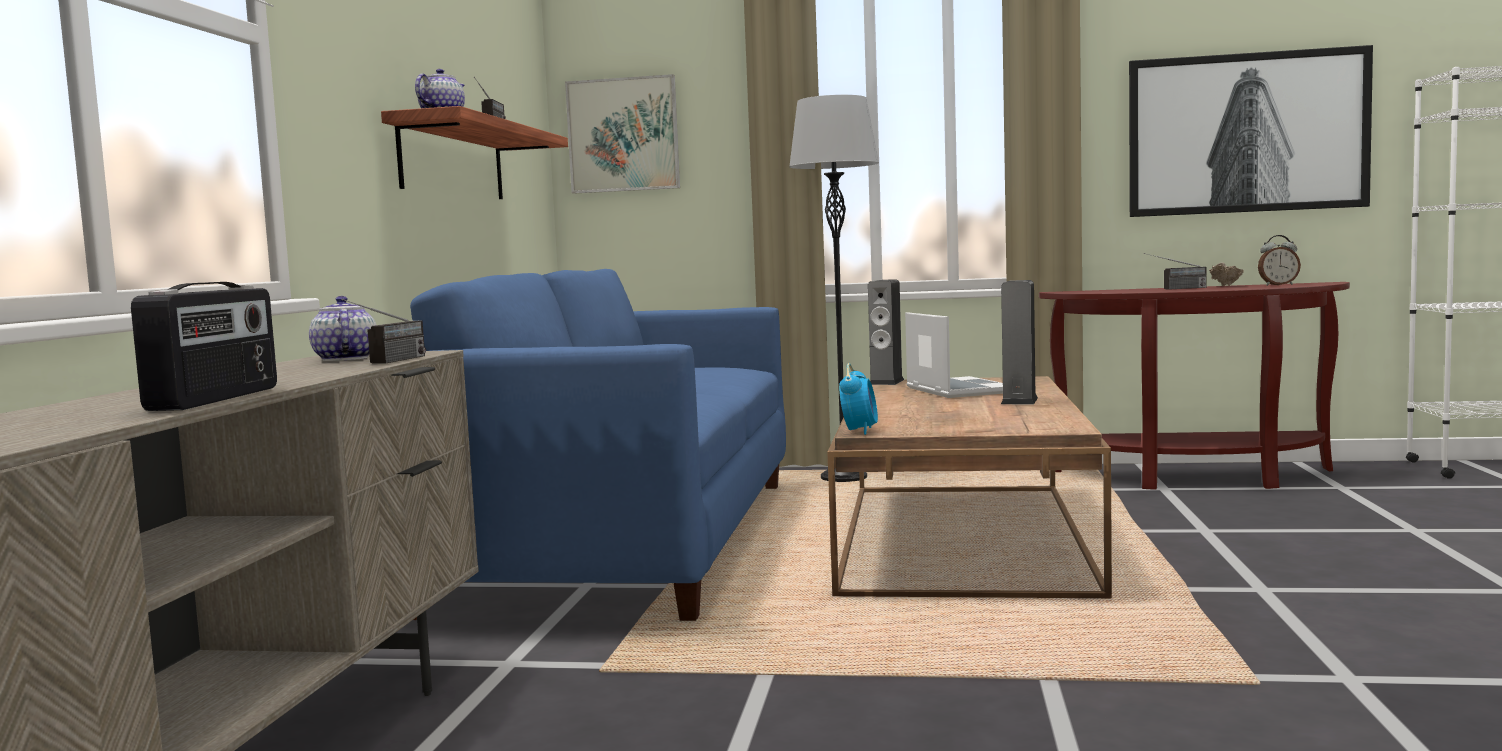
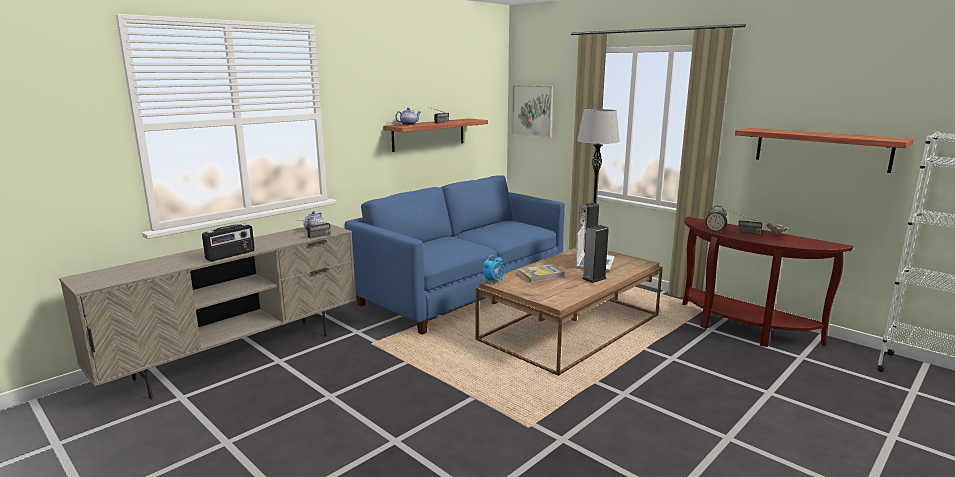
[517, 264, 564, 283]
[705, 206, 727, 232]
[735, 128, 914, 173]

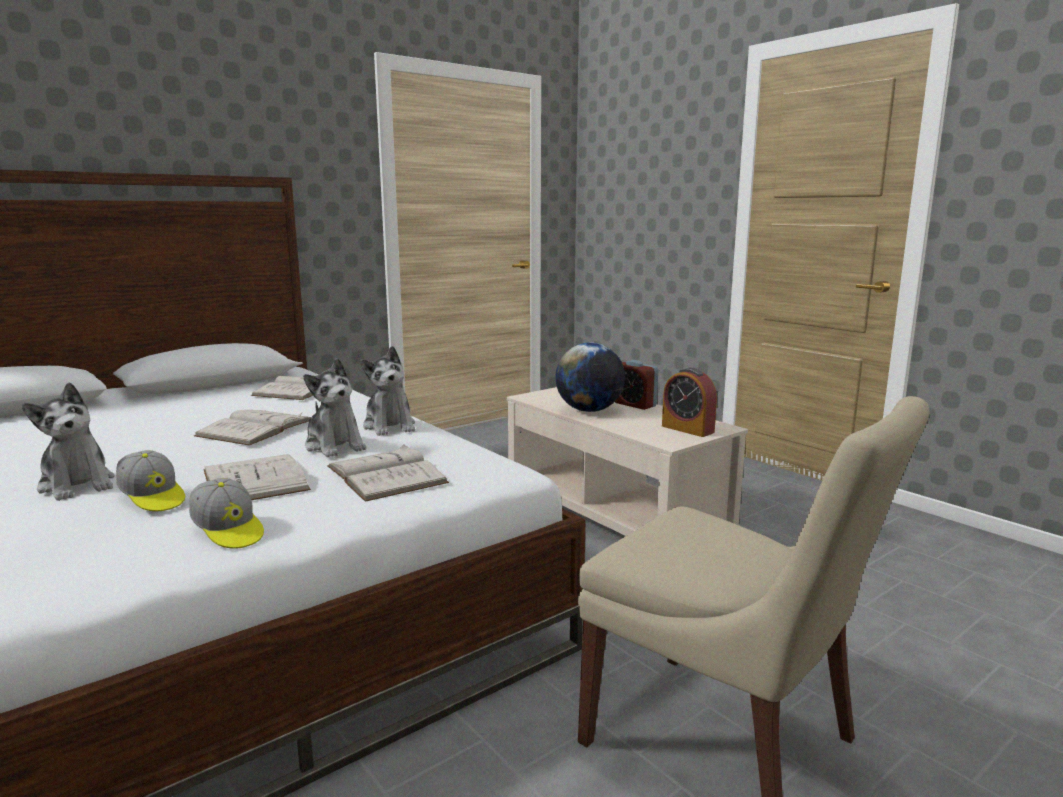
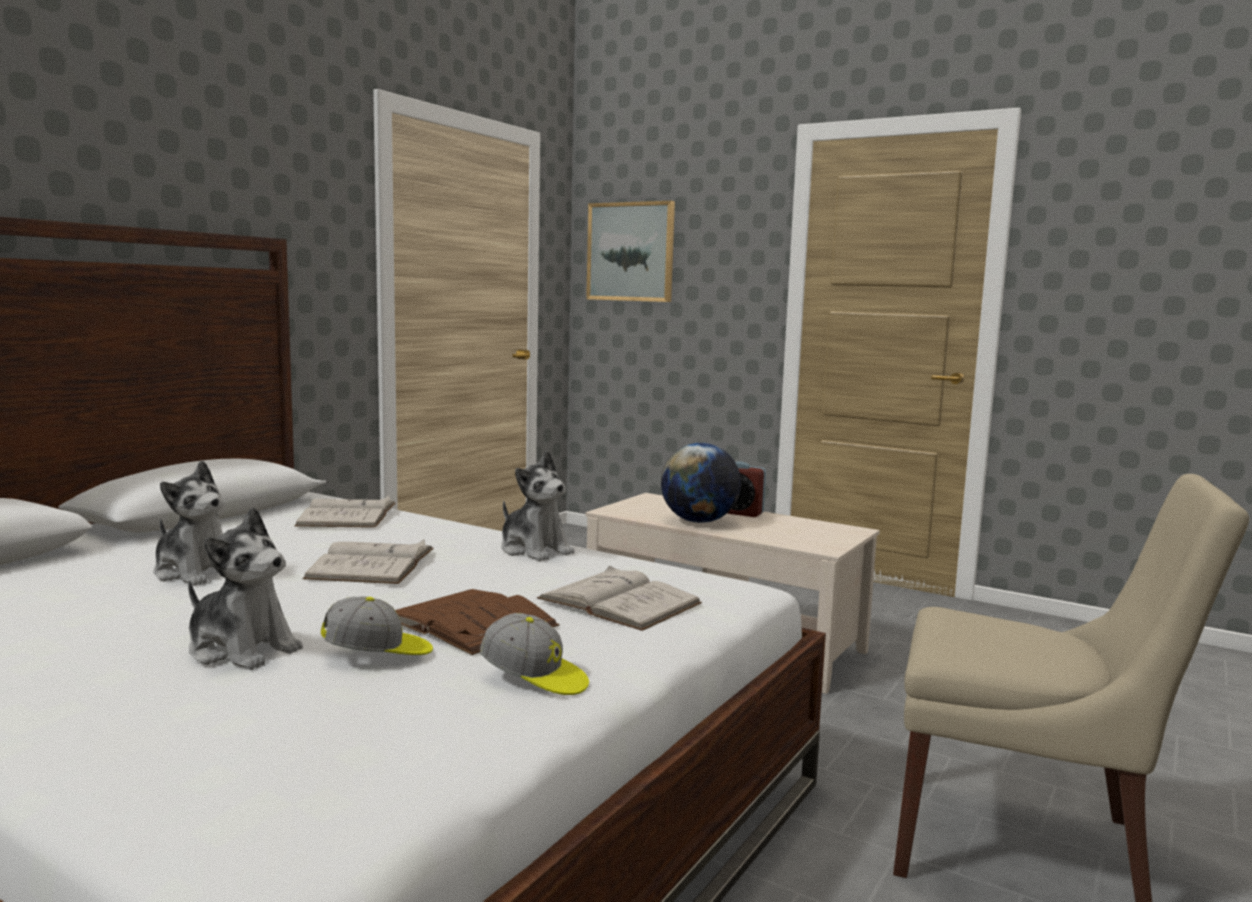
[153, 461, 224, 586]
[321, 596, 433, 655]
[395, 589, 559, 655]
[586, 201, 675, 302]
[662, 368, 717, 437] (first image)

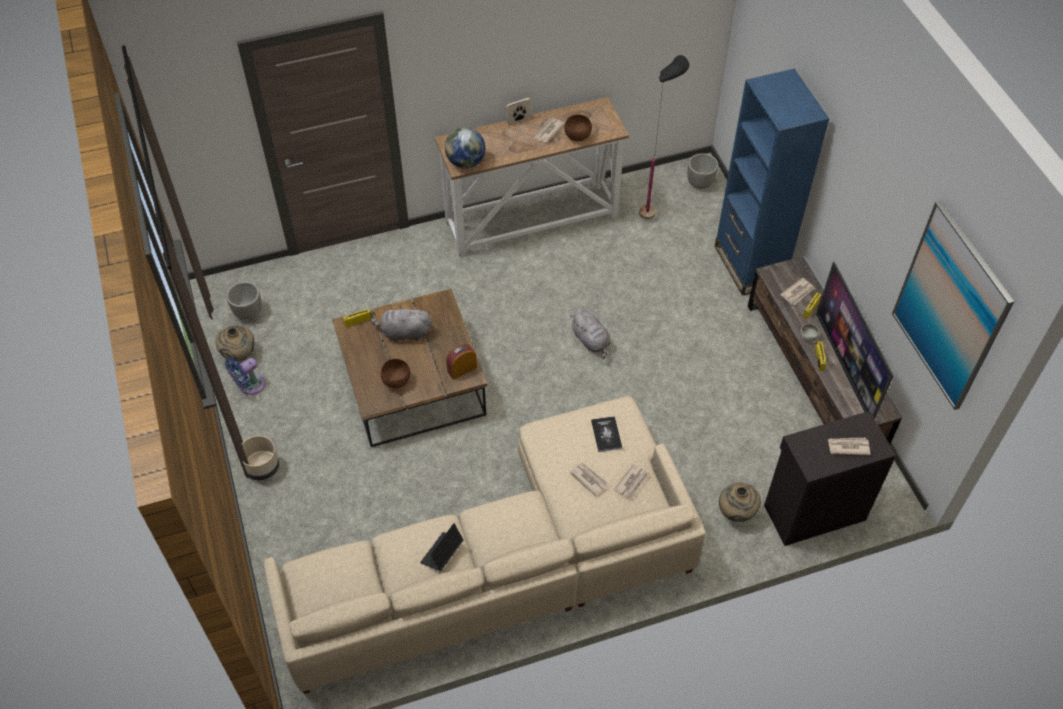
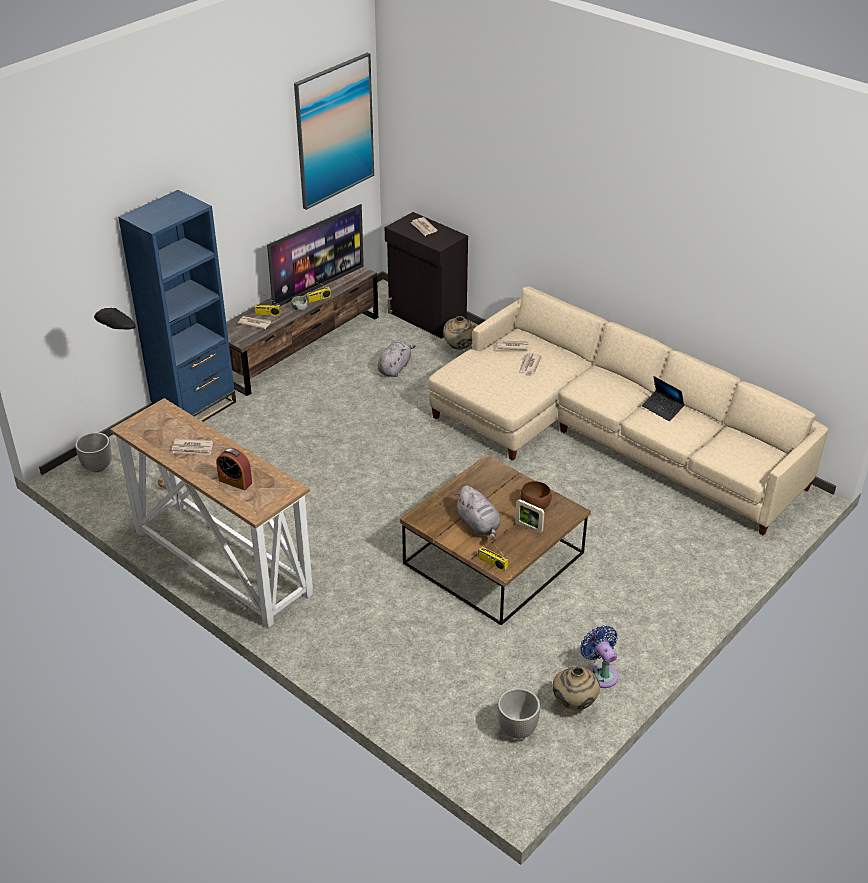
[216, 448, 252, 490]
[378, 341, 416, 377]
[515, 499, 544, 534]
[580, 626, 618, 688]
[642, 376, 684, 421]
[242, 436, 279, 480] (first image)
[445, 127, 485, 169] (first image)
[564, 115, 592, 141] (first image)
[591, 416, 622, 452] (first image)

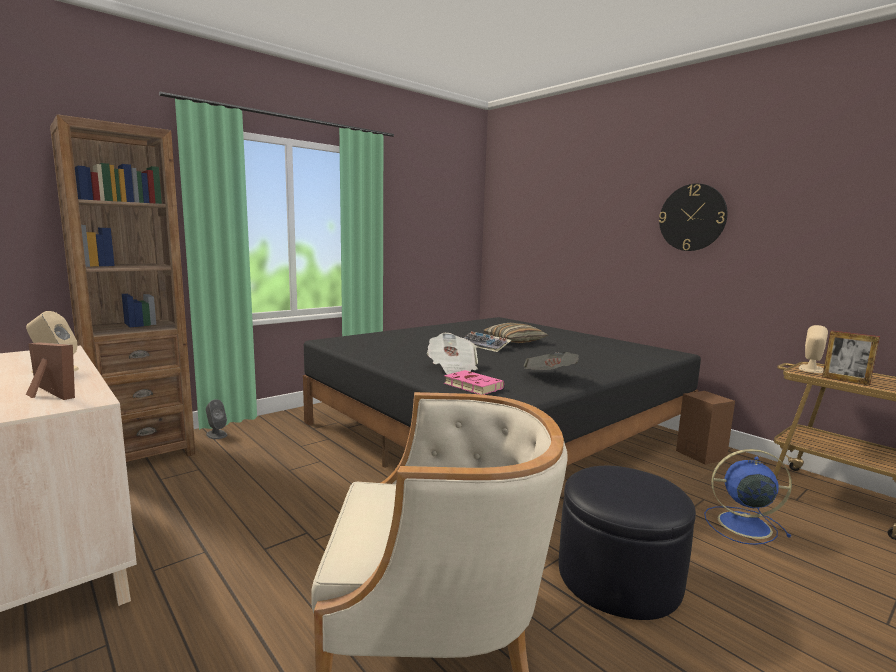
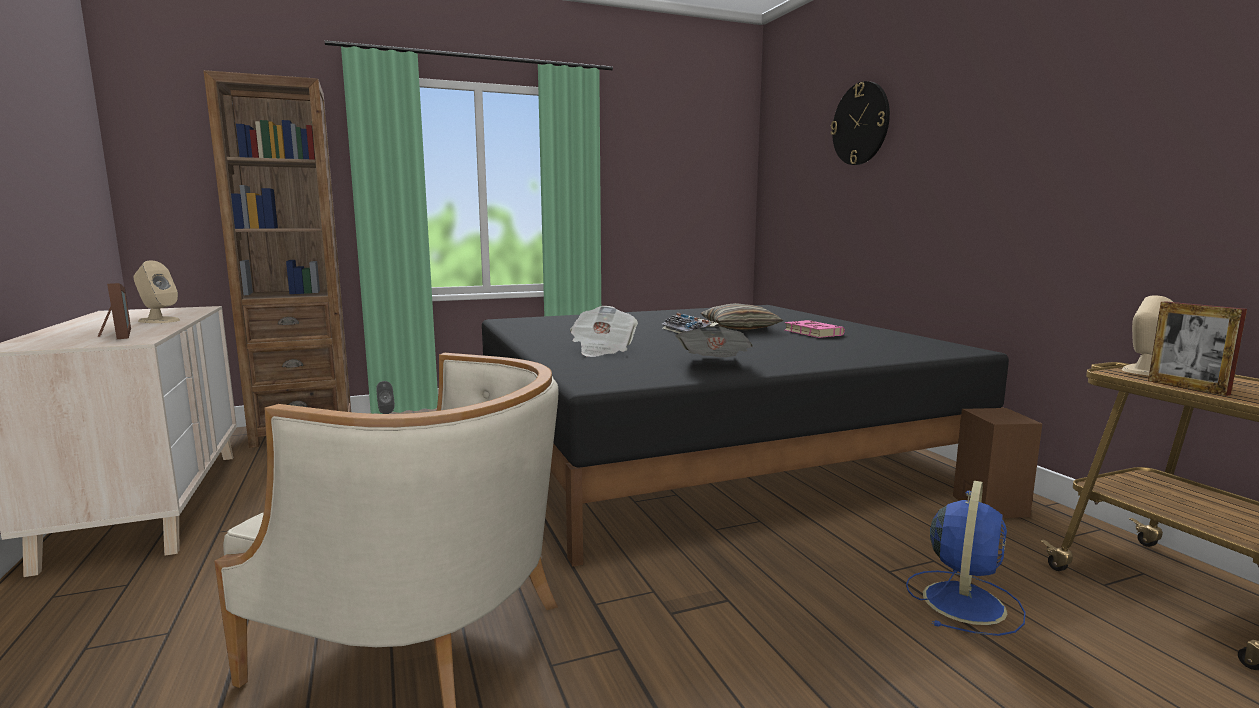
[785, 320, 845, 338]
[831, 81, 890, 165]
[906, 481, 1026, 636]
[559, 466, 696, 620] (first image)

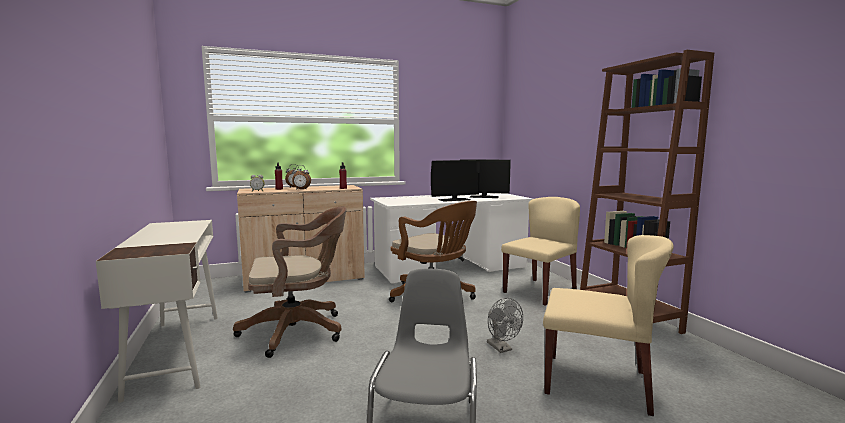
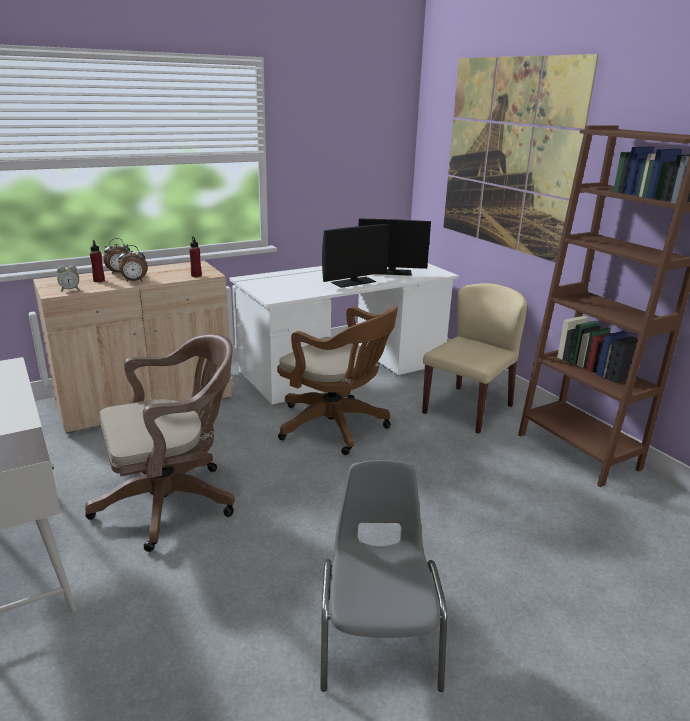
[443, 54, 599, 263]
[487, 298, 523, 353] (first image)
[543, 235, 674, 416] (first image)

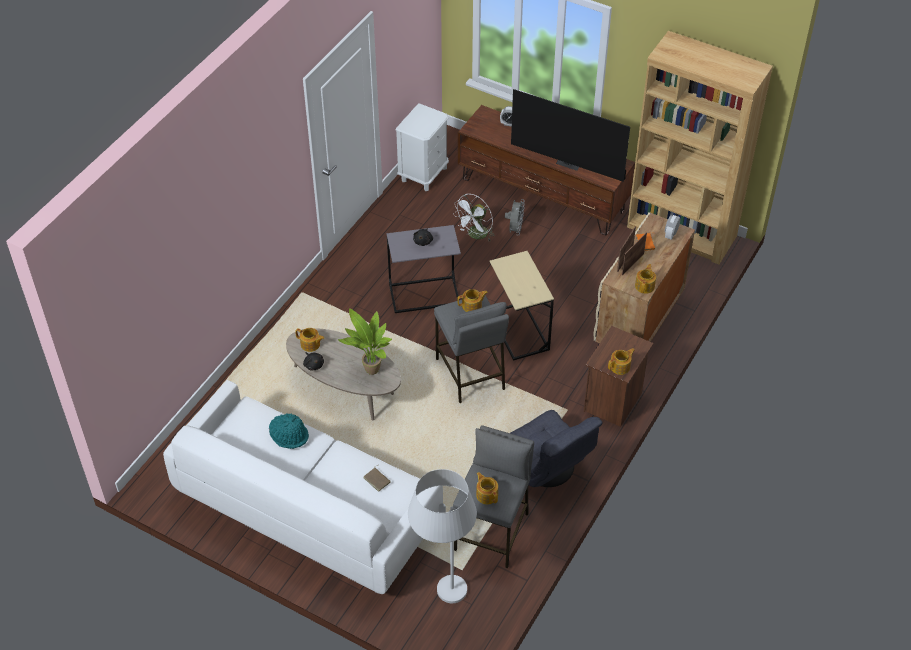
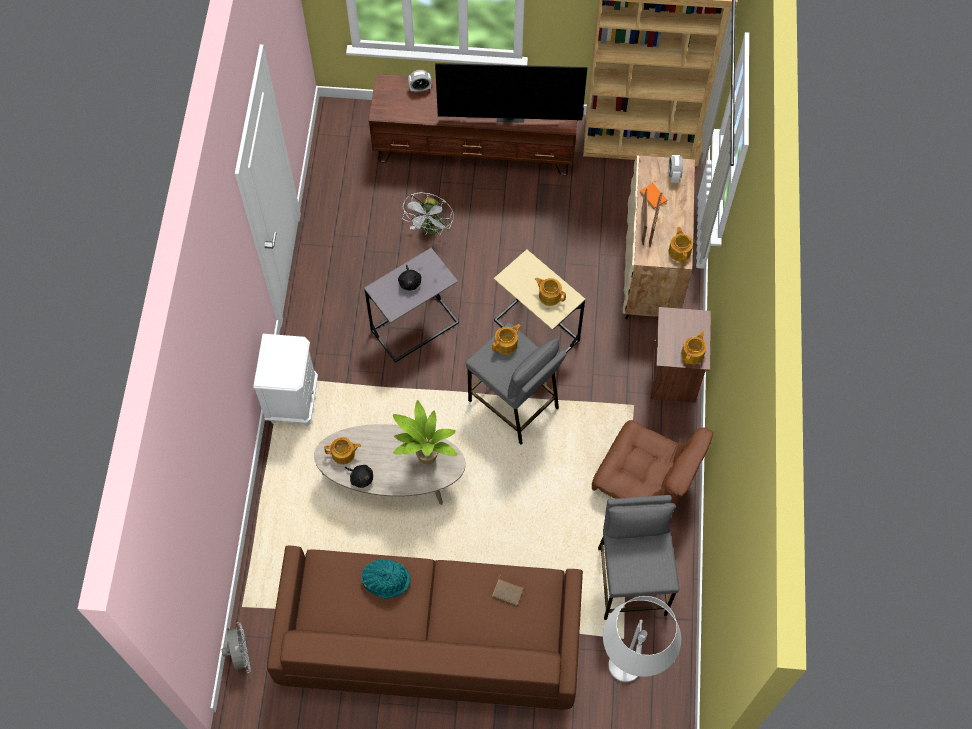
[222, 622, 251, 673]
[254, 334, 318, 426]
[267, 546, 583, 710]
[534, 278, 566, 306]
[592, 420, 713, 505]

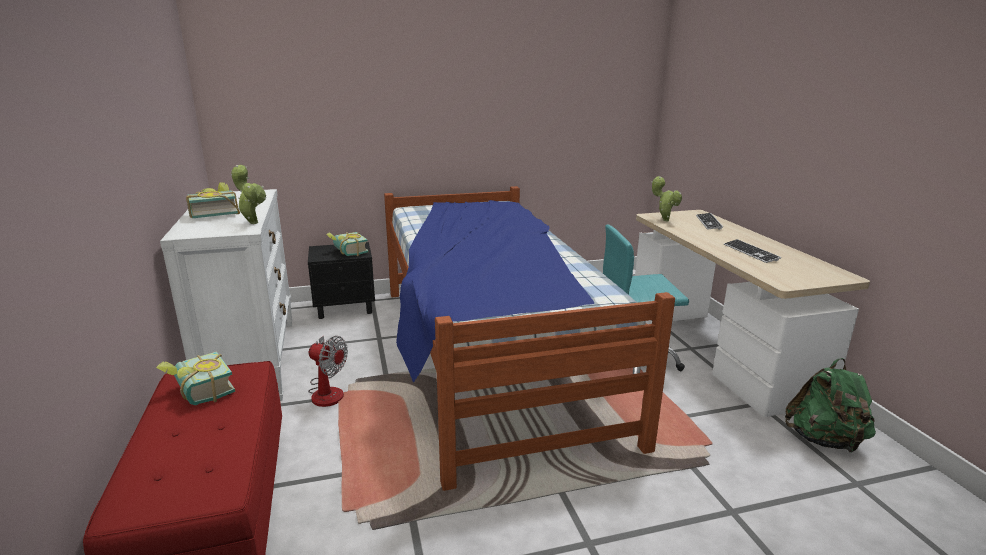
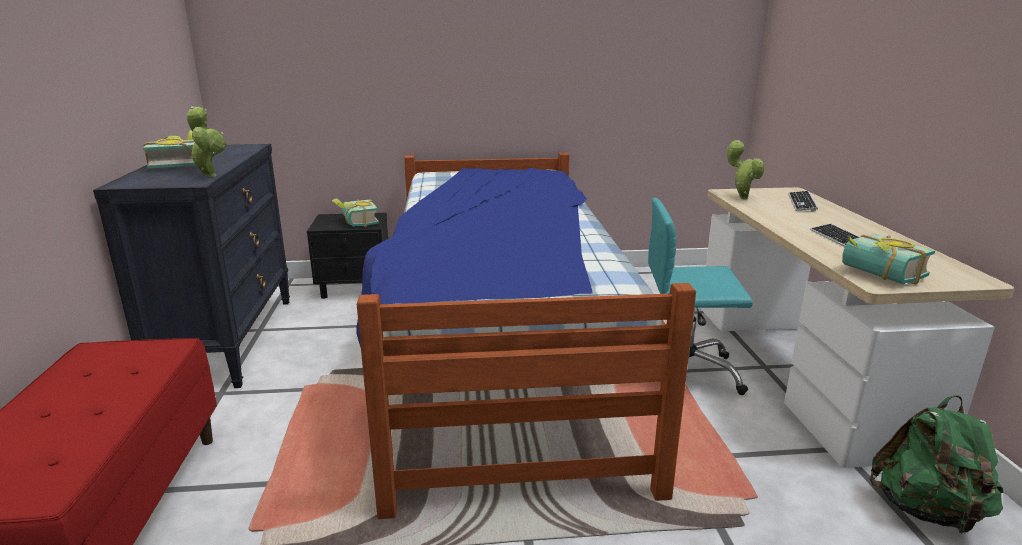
[93, 144, 290, 388]
[842, 234, 935, 284]
[308, 336, 348, 407] (first image)

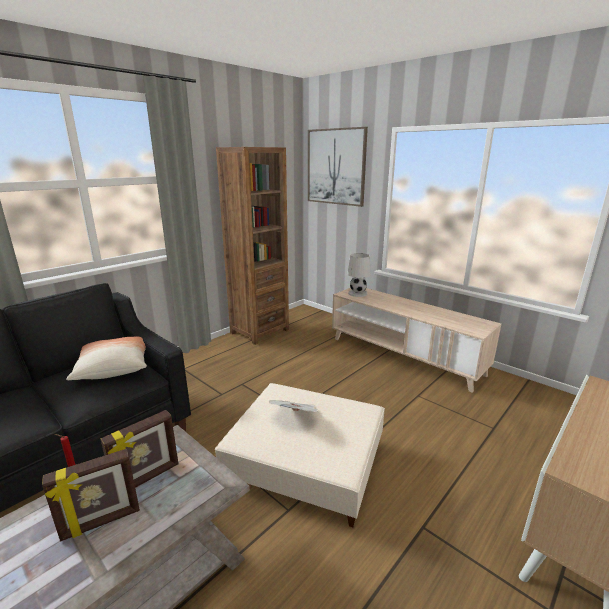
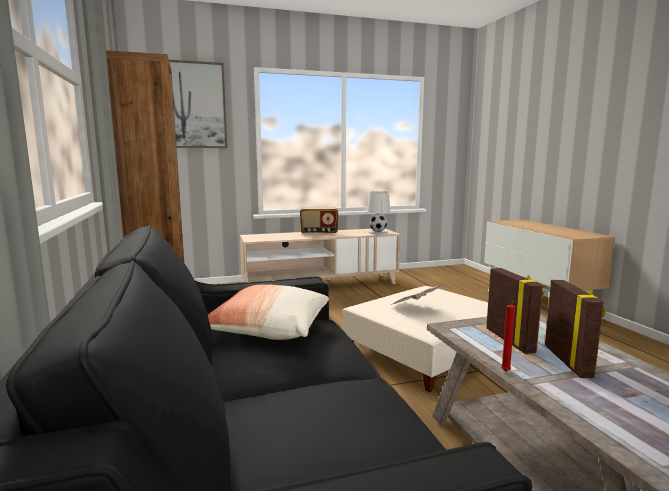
[300, 207, 338, 235]
[367, 191, 390, 234]

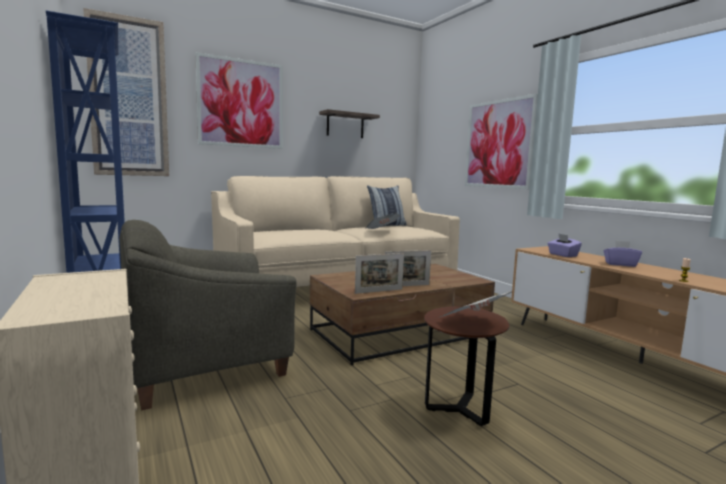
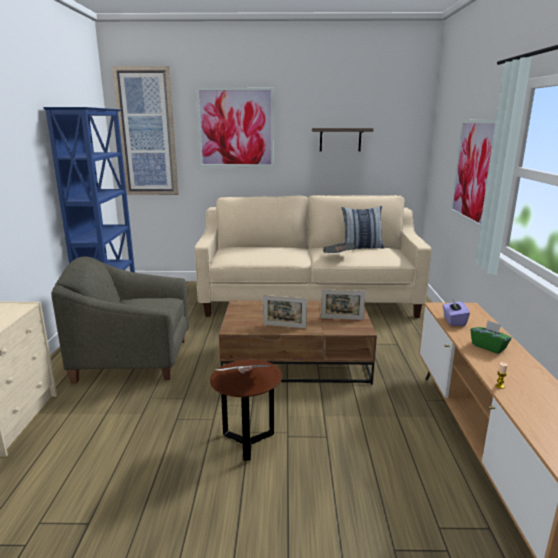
[321, 289, 366, 320]
[471, 320, 512, 354]

